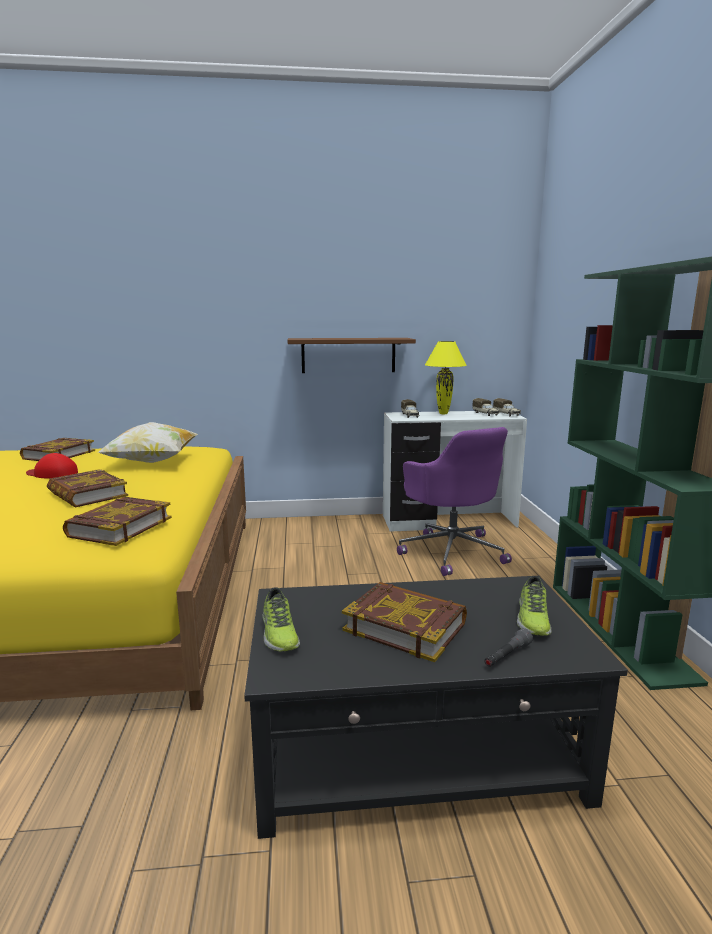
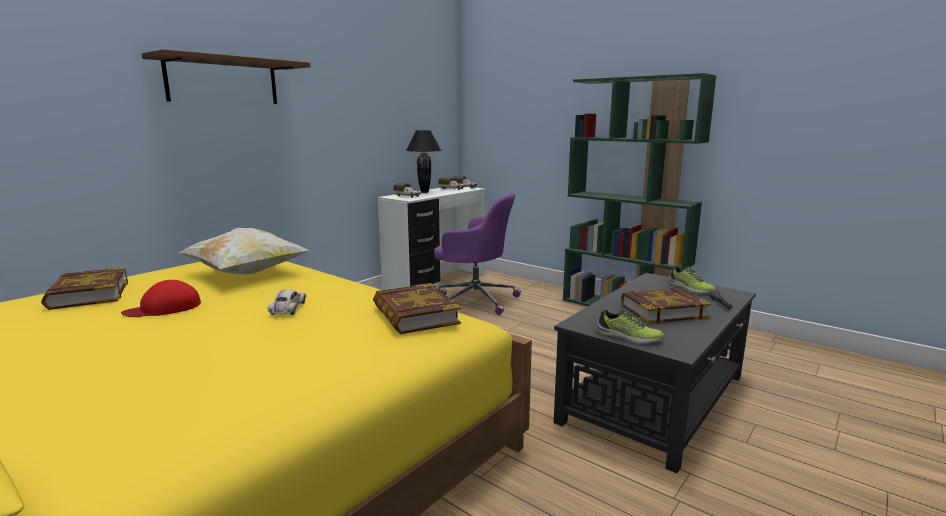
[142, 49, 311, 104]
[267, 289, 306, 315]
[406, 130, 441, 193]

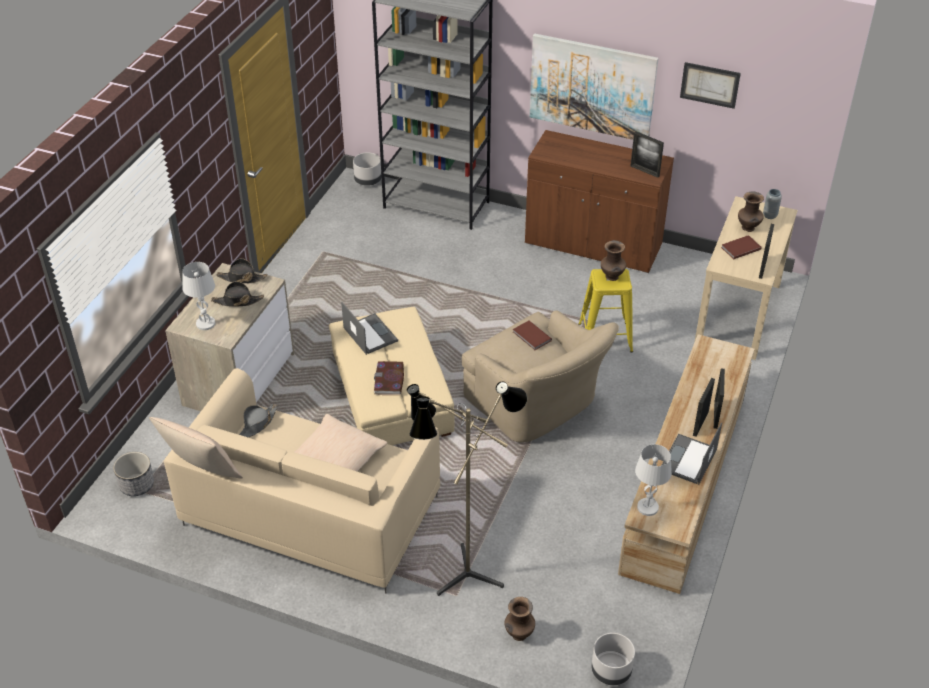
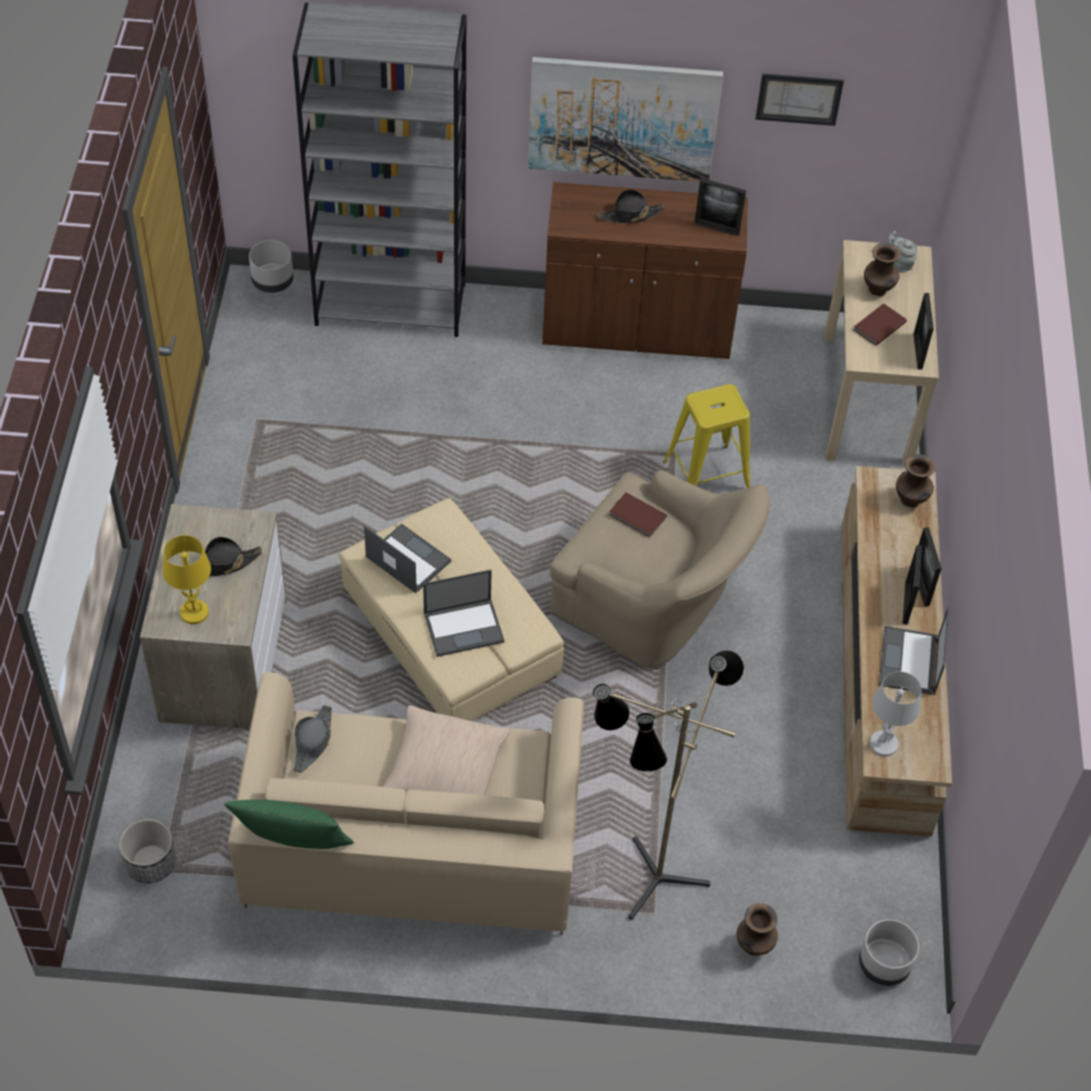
[163, 535, 211, 624]
[224, 799, 354, 849]
[423, 570, 505, 657]
[597, 189, 665, 223]
[888, 231, 917, 273]
[896, 454, 935, 508]

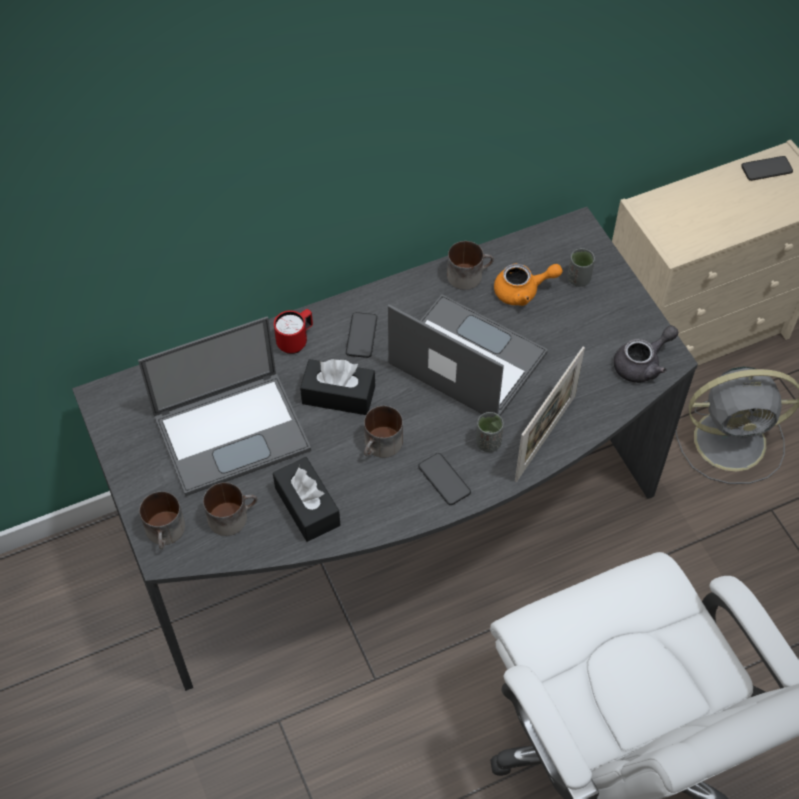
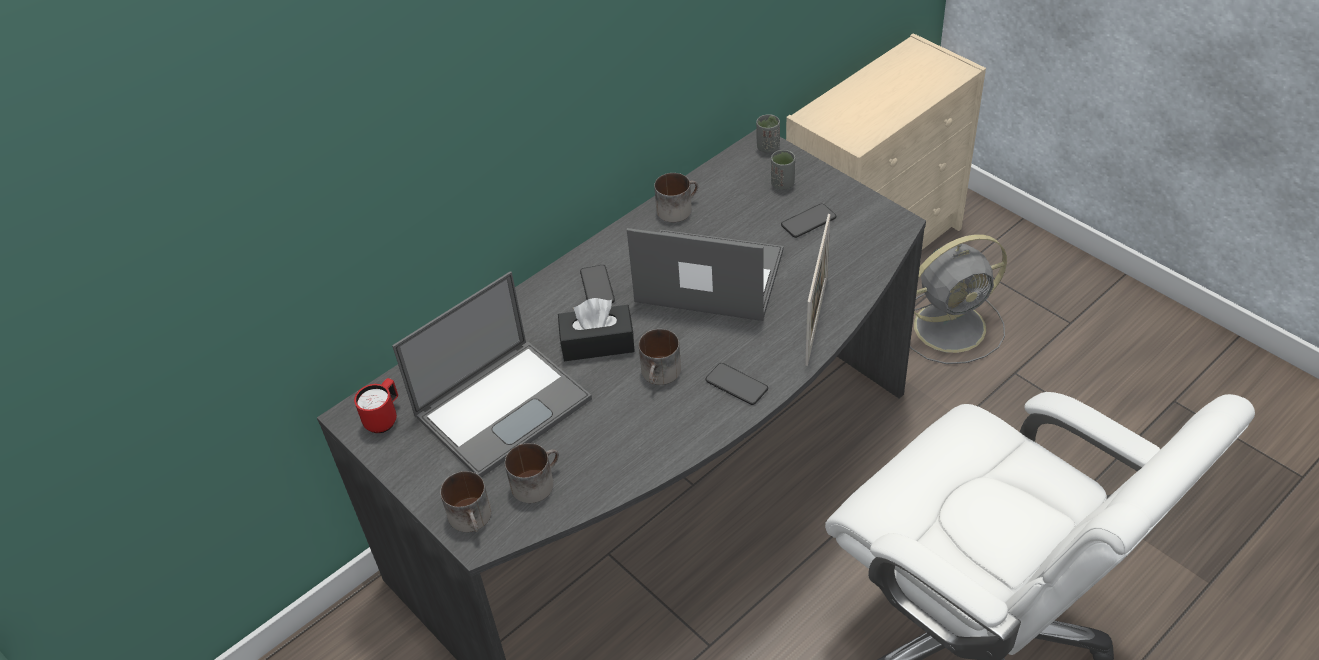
[354, 378, 398, 433]
[756, 114, 780, 153]
[781, 203, 836, 238]
[273, 457, 340, 542] (first image)
[494, 263, 563, 306] (first image)
[614, 325, 679, 383] (first image)

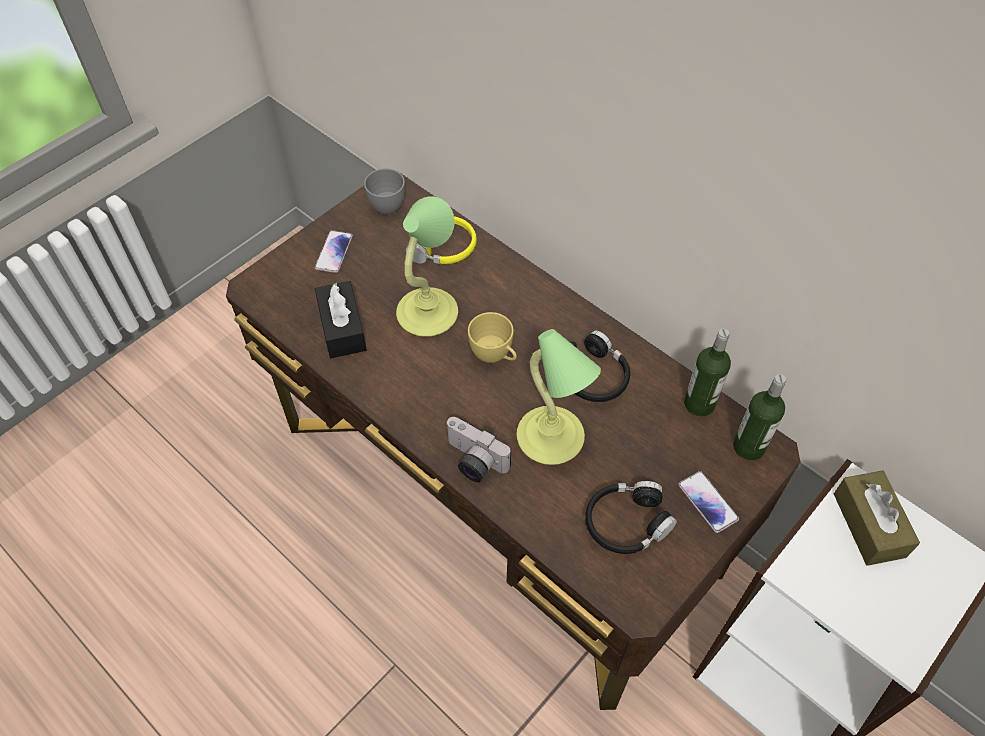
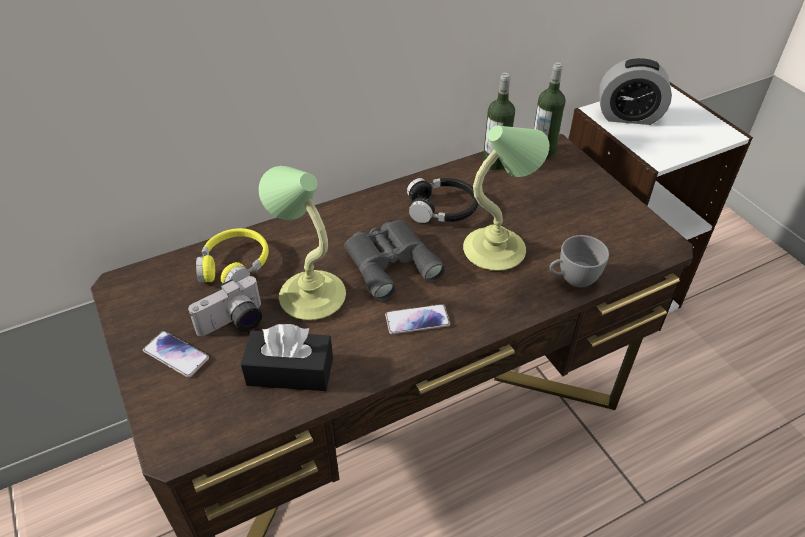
[188, 276, 262, 336]
[344, 220, 446, 302]
[385, 304, 450, 334]
[550, 235, 609, 287]
[599, 58, 672, 125]
[585, 481, 677, 554] (first image)

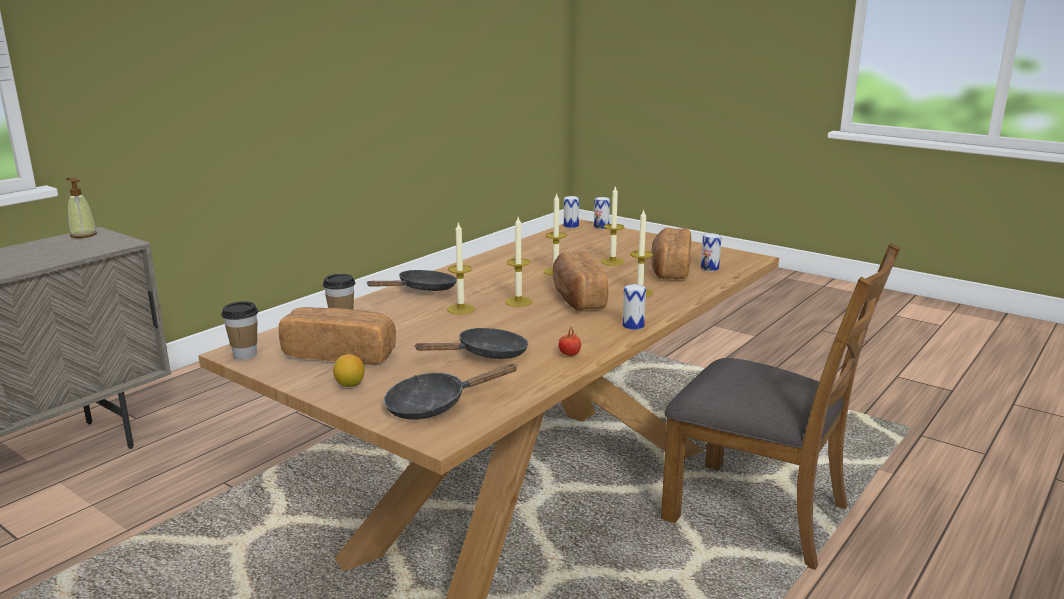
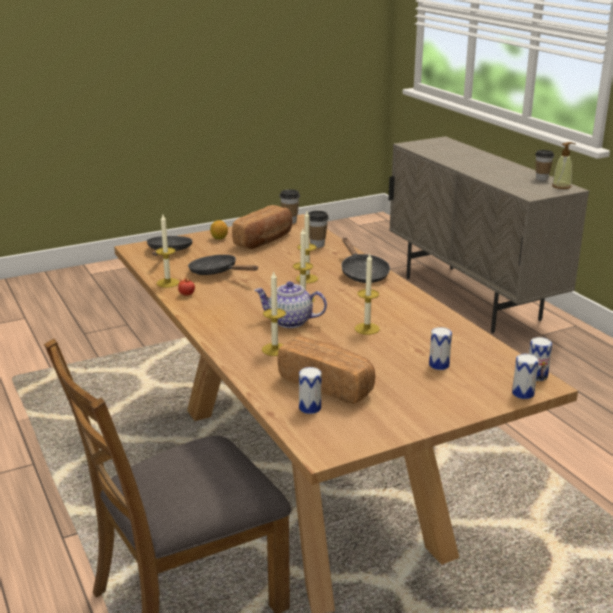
[156, 215, 179, 288]
[188, 255, 258, 275]
[254, 281, 327, 328]
[429, 327, 452, 370]
[535, 150, 554, 181]

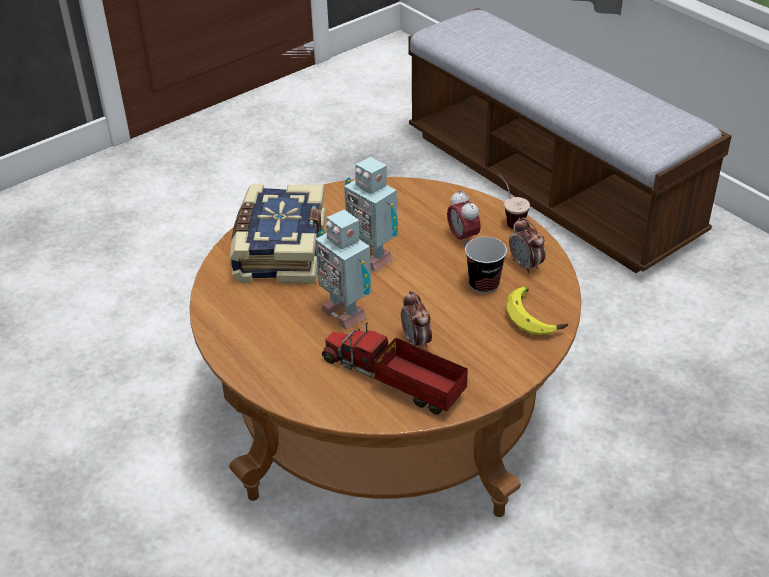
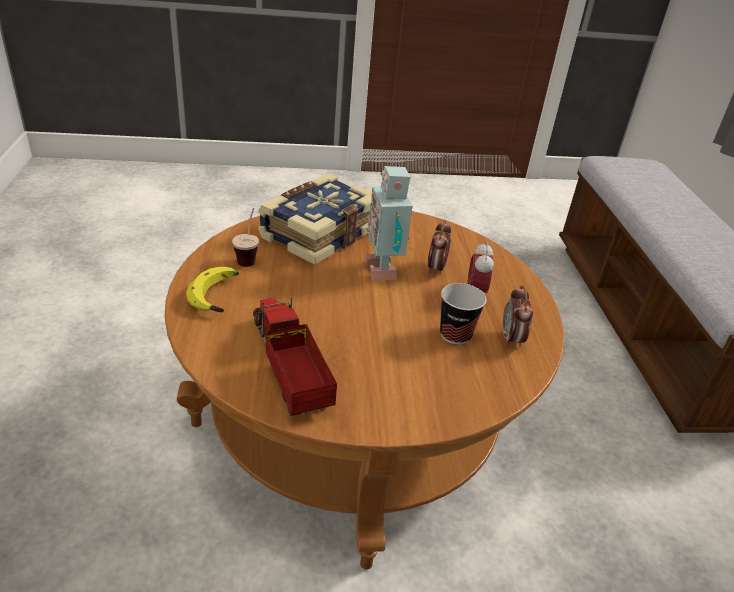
[186, 267, 239, 312]
[232, 208, 259, 267]
[427, 220, 451, 275]
[315, 210, 372, 330] (first image)

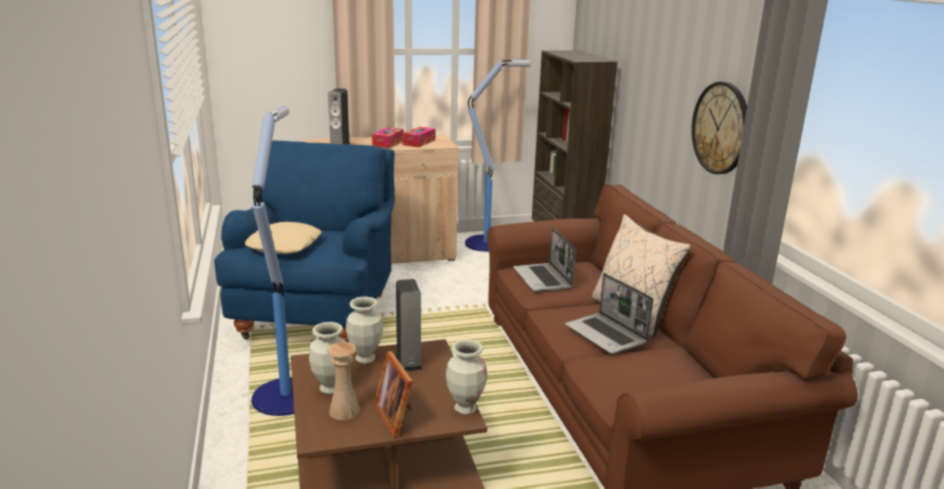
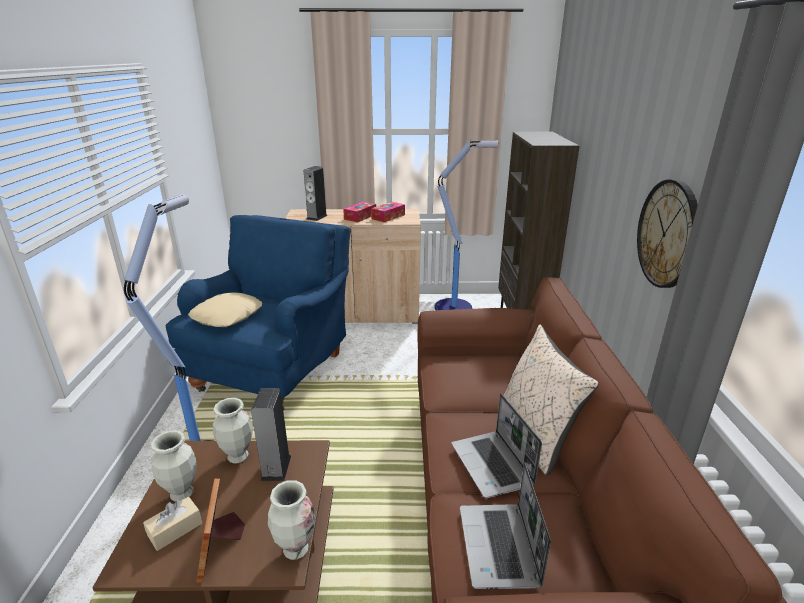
[143, 497, 202, 551]
[460, 463, 551, 589]

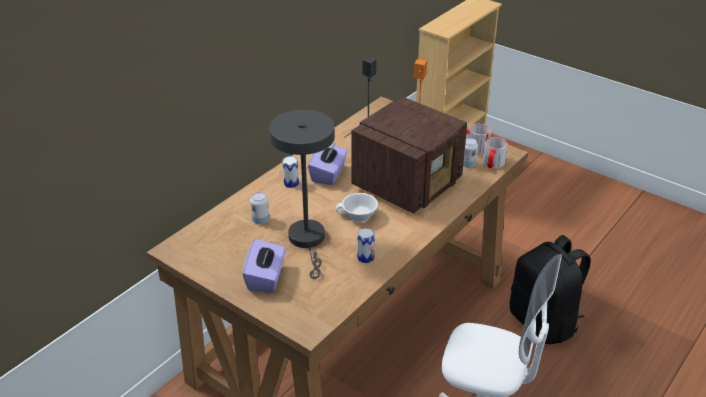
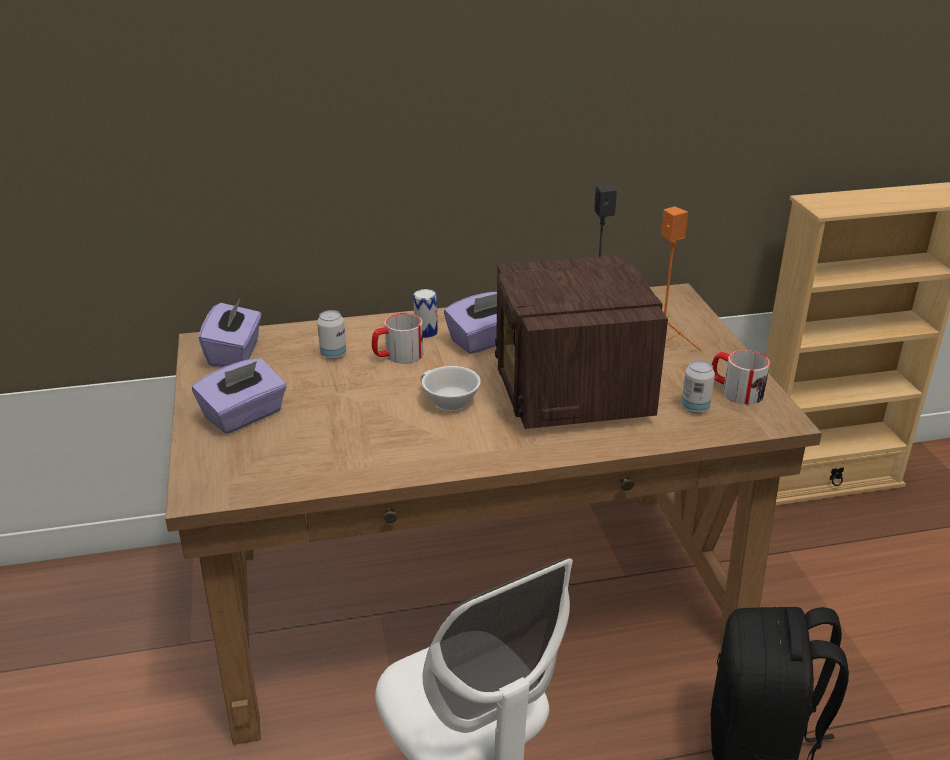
[199, 297, 262, 367]
[372, 313, 423, 364]
[495, 255, 668, 429]
[269, 110, 335, 279] (first image)
[357, 228, 375, 263] (first image)

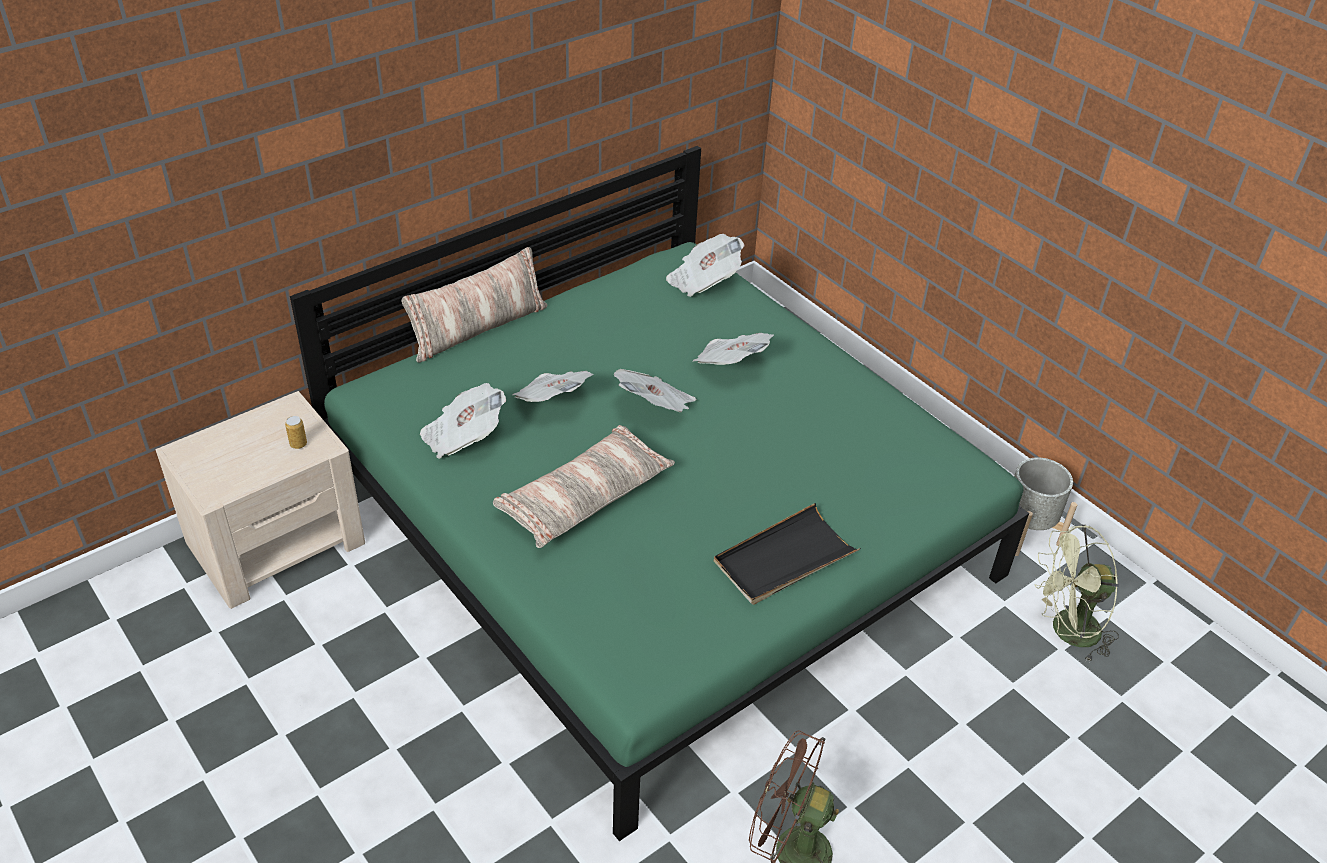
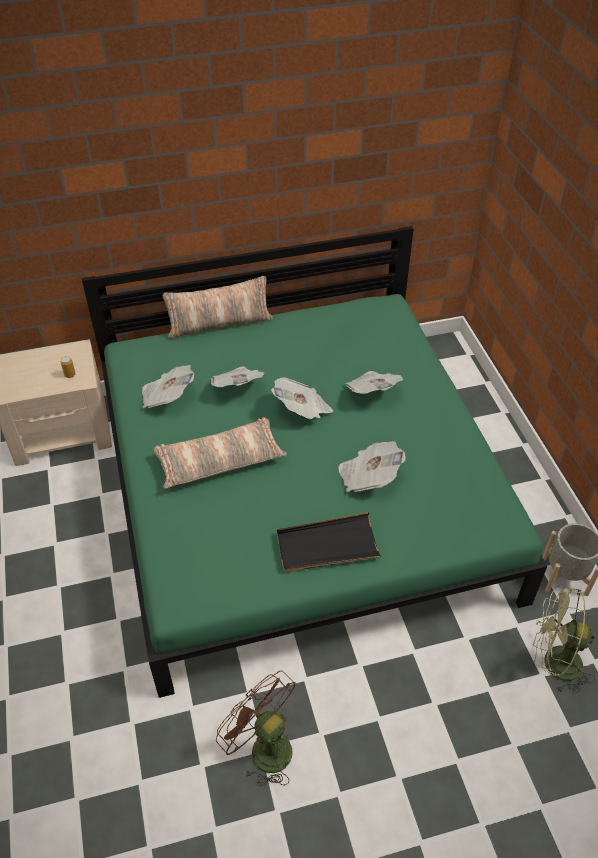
[338, 441, 406, 492]

